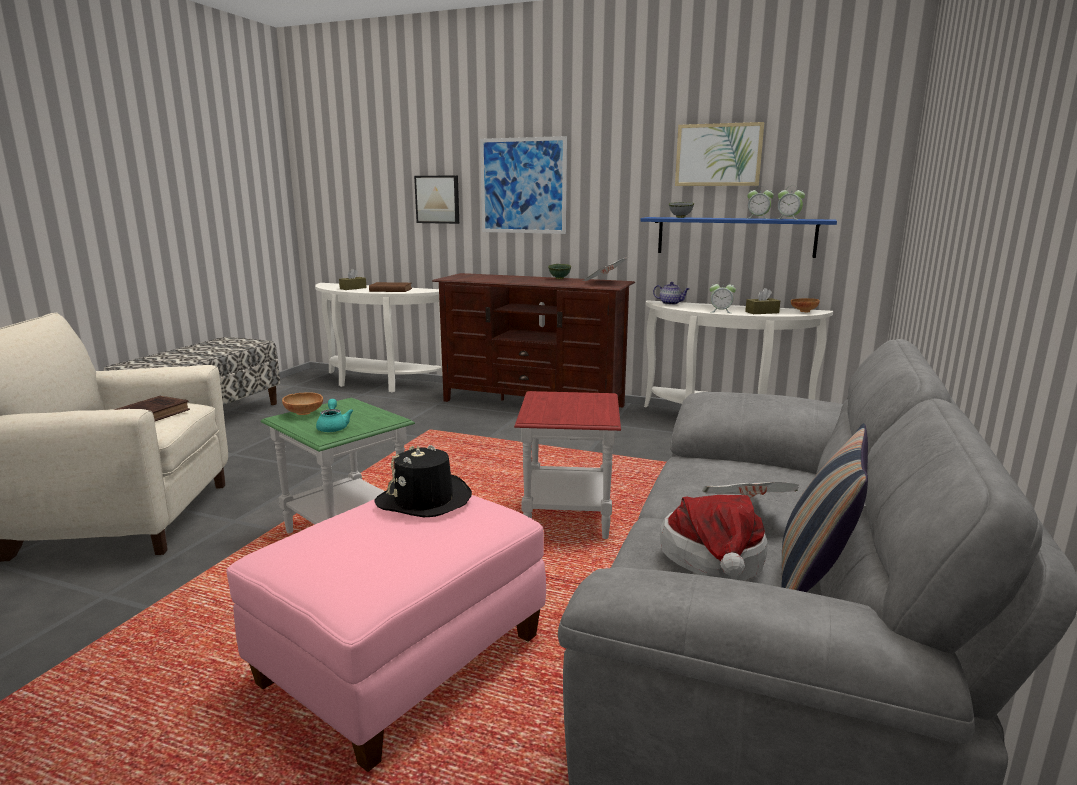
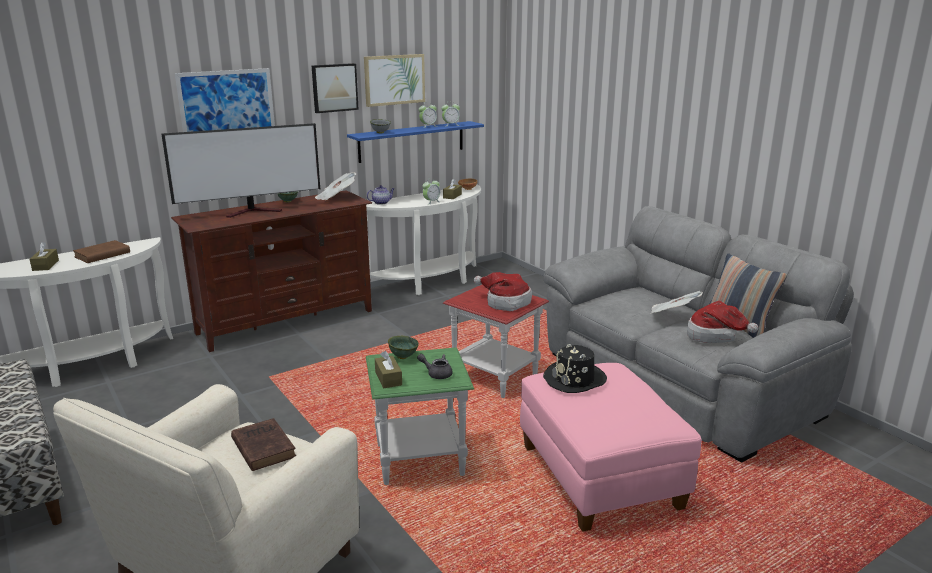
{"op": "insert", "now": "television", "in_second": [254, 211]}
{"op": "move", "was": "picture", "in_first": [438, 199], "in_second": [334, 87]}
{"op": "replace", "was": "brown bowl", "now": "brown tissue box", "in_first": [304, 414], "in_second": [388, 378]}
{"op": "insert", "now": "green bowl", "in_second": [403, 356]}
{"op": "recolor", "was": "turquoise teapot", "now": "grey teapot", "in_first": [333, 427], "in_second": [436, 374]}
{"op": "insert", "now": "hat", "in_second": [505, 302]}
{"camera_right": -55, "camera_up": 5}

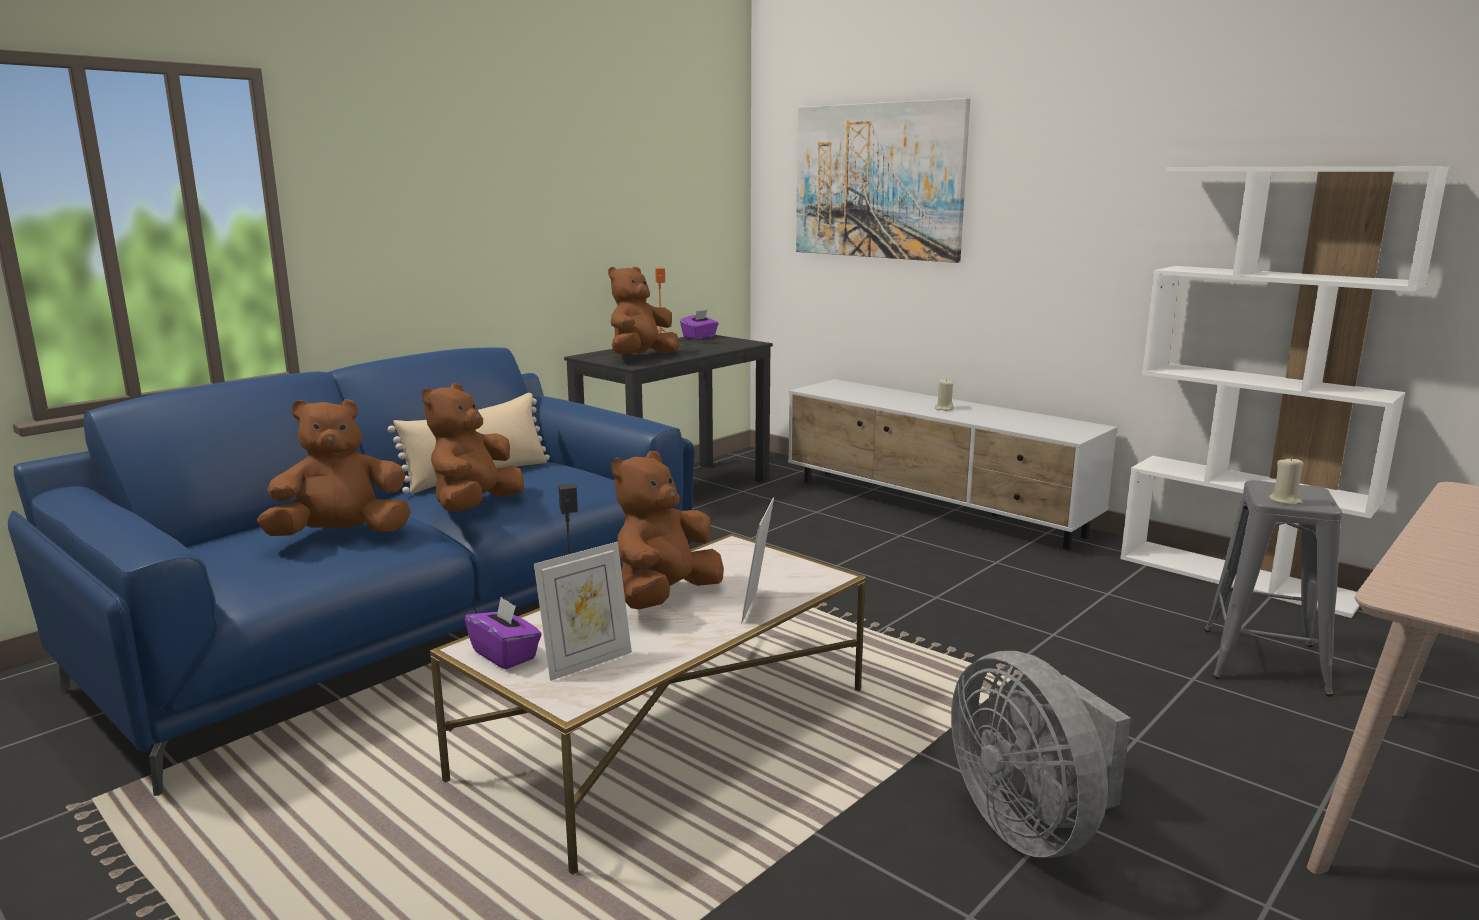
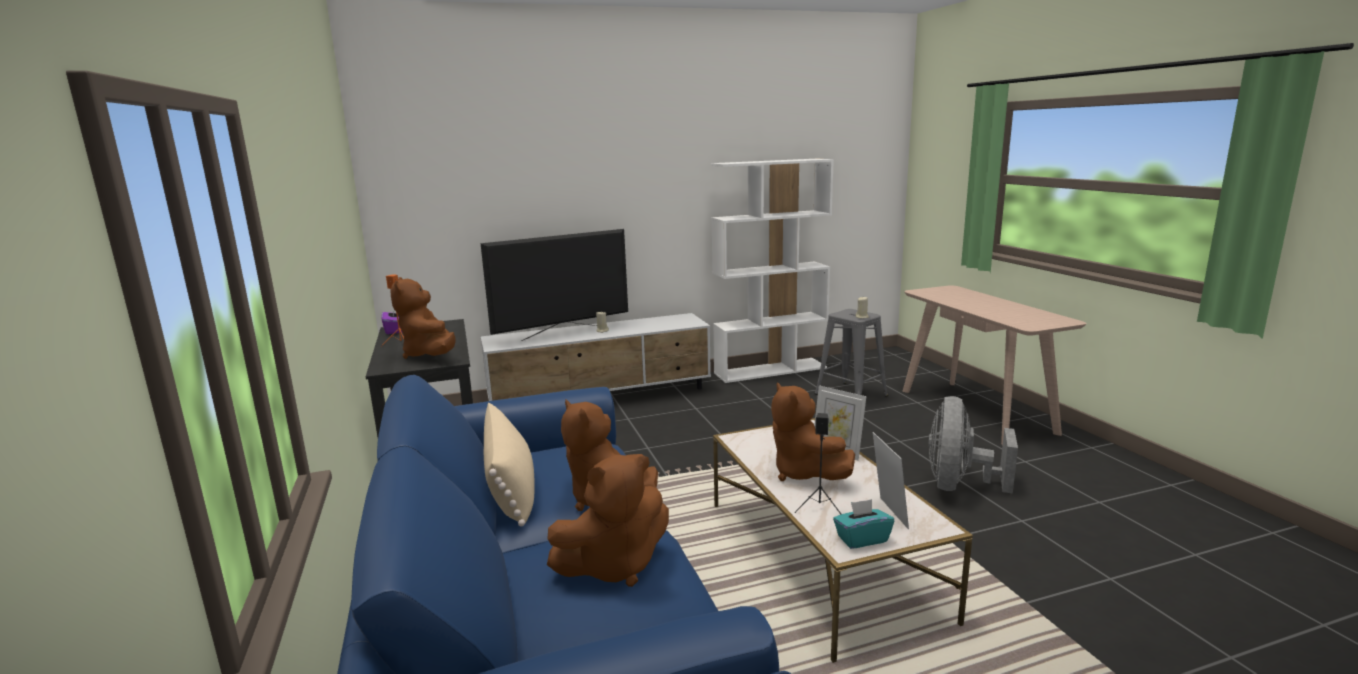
{"op": "insert", "now": "television", "in_second": [563, 333]}
{"op": "rotate", "was": "brown plush toy", "in_first": [341, 535], "in_second": [614, 566], "clockwise": -120}
{"op": "recolor", "was": "purple tissue box", "now": "turquoise tissue box", "in_first": [505, 655], "in_second": [862, 539]}
{"op": "rotate", "was": "grey fan", "in_first": [1031, 826], "in_second": [959, 485], "clockwise": 105}
{"op": "delete", "was": "picture", "in_first": [878, 181]}
{"camera_right": -60, "camera_up": 0}

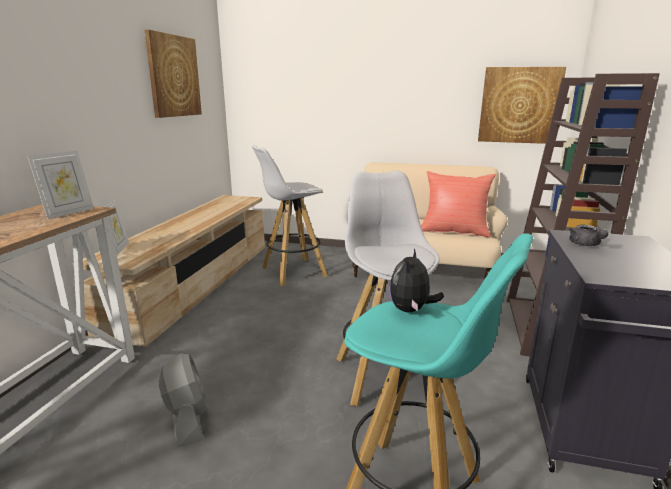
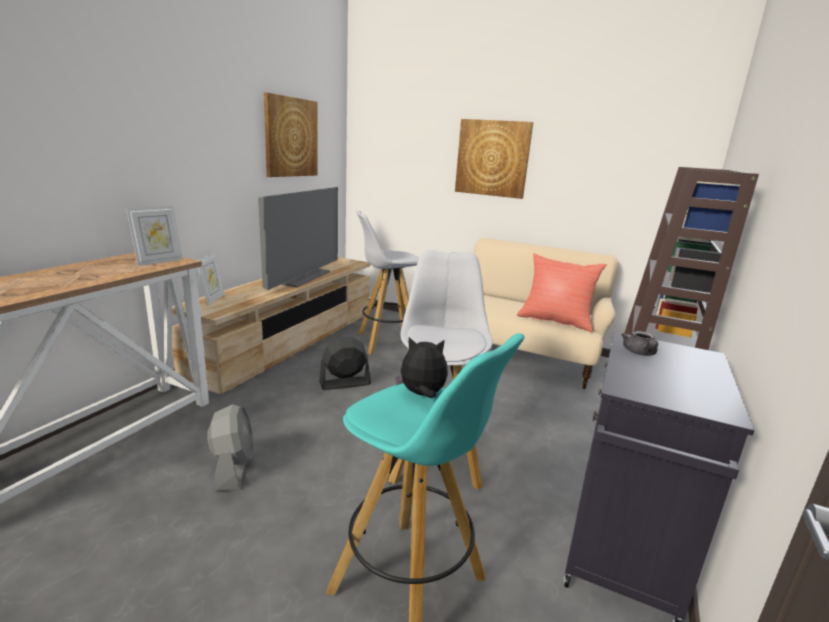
{"op": "insert", "now": "television", "in_second": [300, 276]}
{"op": "insert", "now": "black fan", "in_second": [345, 383]}
{"op": "rotate", "was": "plush toy", "in_first": [411, 310], "in_second": [422, 394], "clockwise": 60}
{"op": "move", "was": "picture", "in_first": [519, 105], "in_second": [492, 158]}
{"camera_right": 10, "camera_up": 0}

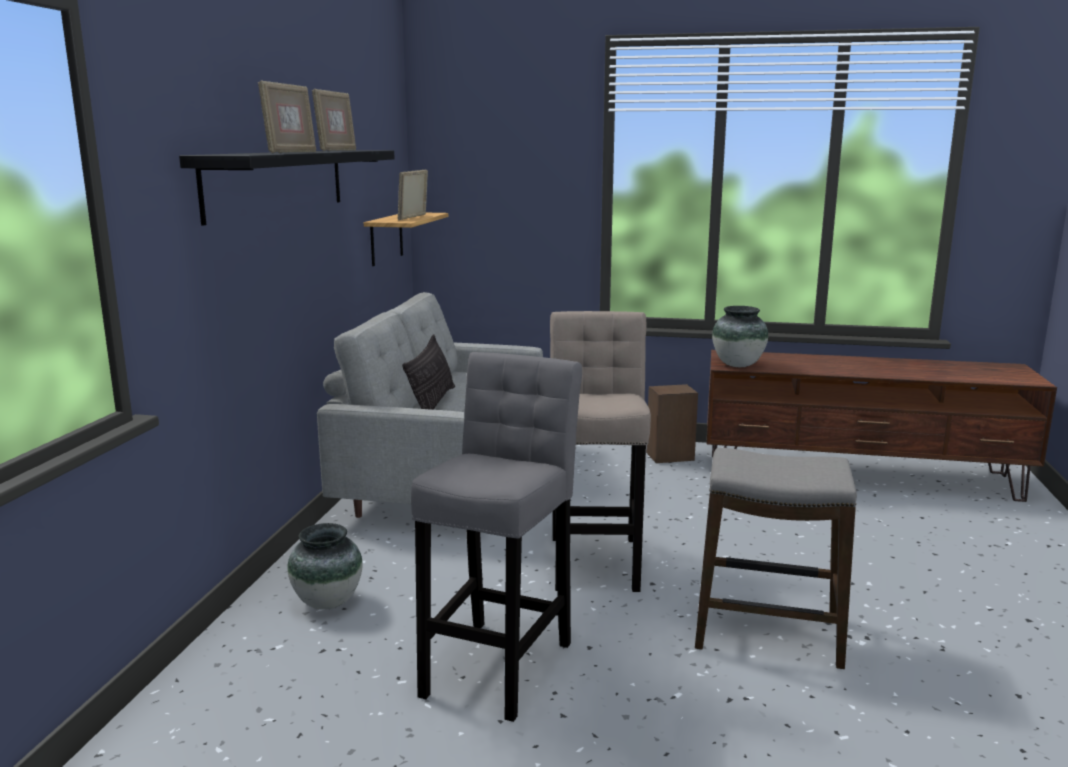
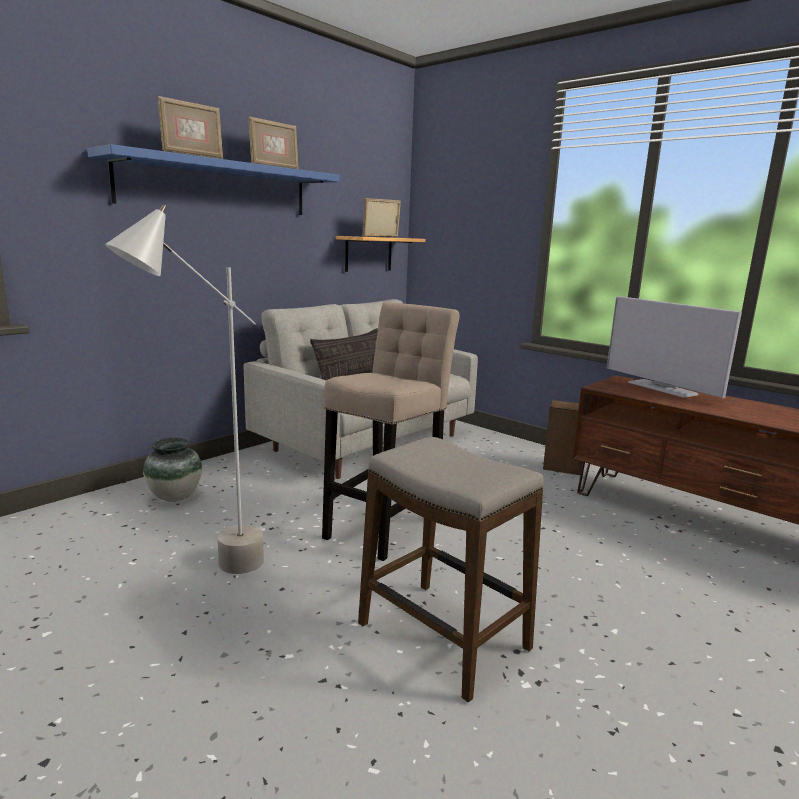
{"op": "recolor", "was": "black shelf", "now": "blue shelf", "in_first": [278, 182], "in_second": [217, 187]}
{"op": "replace", "was": "grey stool", "now": "grey floor lamp", "in_first": [500, 663], "in_second": [206, 575]}
{"op": "insert", "now": "television", "in_second": [662, 388]}
{"op": "delete", "was": "vase", "in_first": [738, 365]}
{"camera_right": 30, "camera_up": 0}

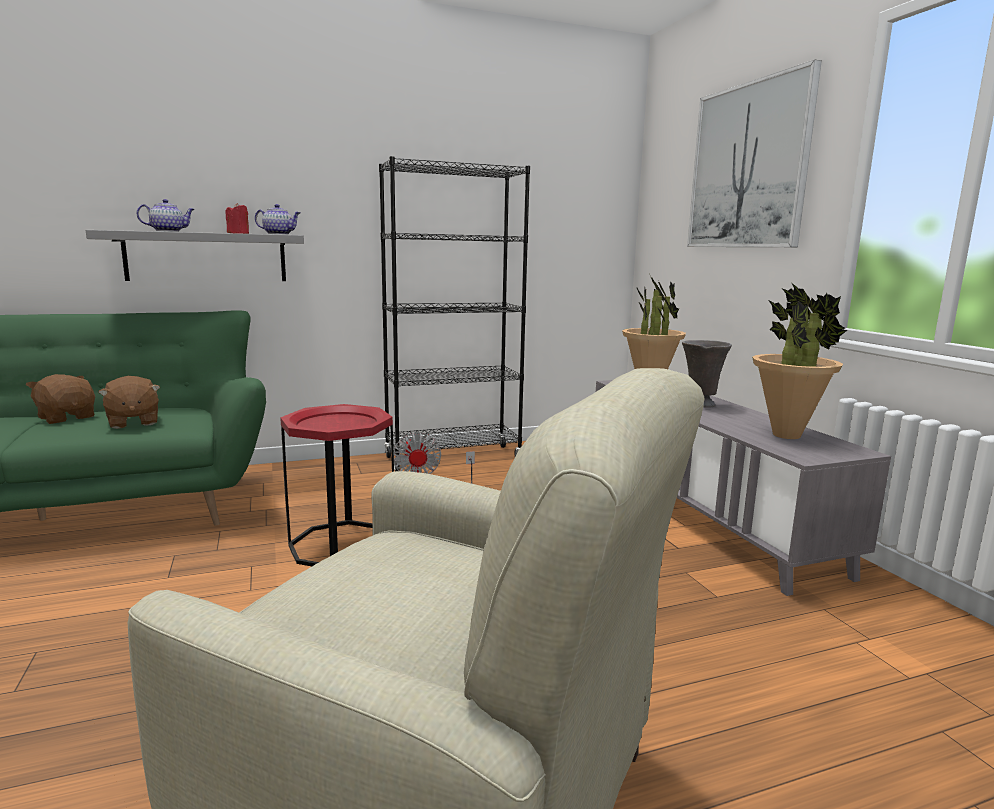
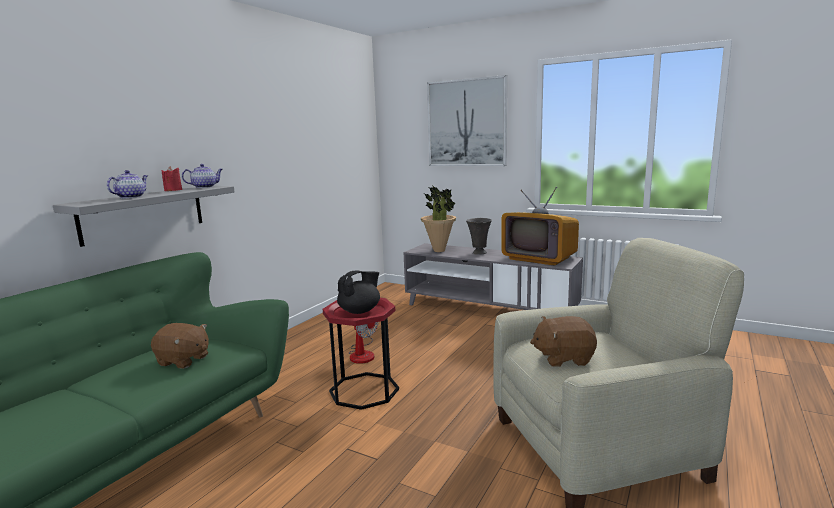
{"op": "insert", "now": "black teapot", "in_second": [360, 311]}
{"op": "replace", "was": "potted plant", "now": "television", "in_first": [787, 435], "in_second": [539, 258]}
{"op": "move", "was": "brown plush toy", "in_first": [67, 418], "in_second": [563, 358]}
{"op": "delete", "was": "black bookcase", "in_first": [453, 458]}
{"camera_right": -40, "camera_up": 0}

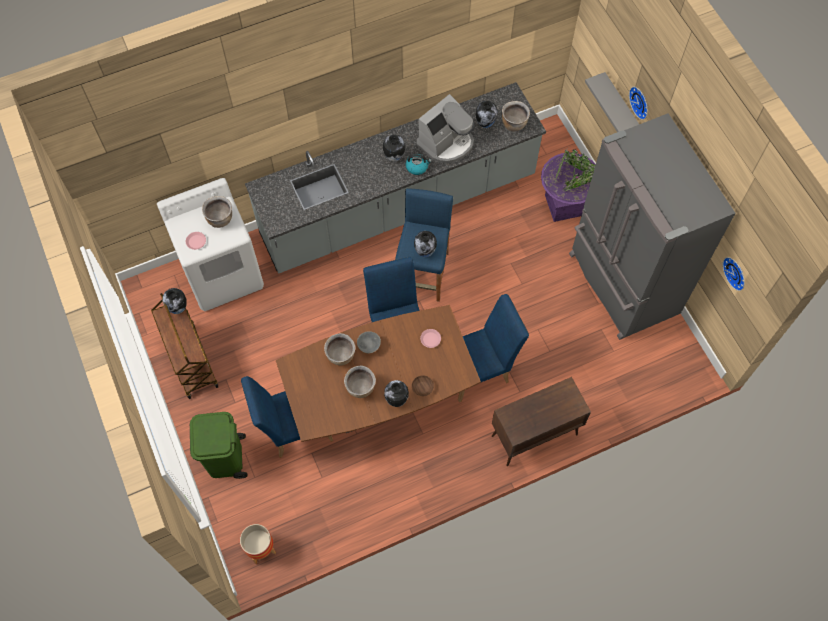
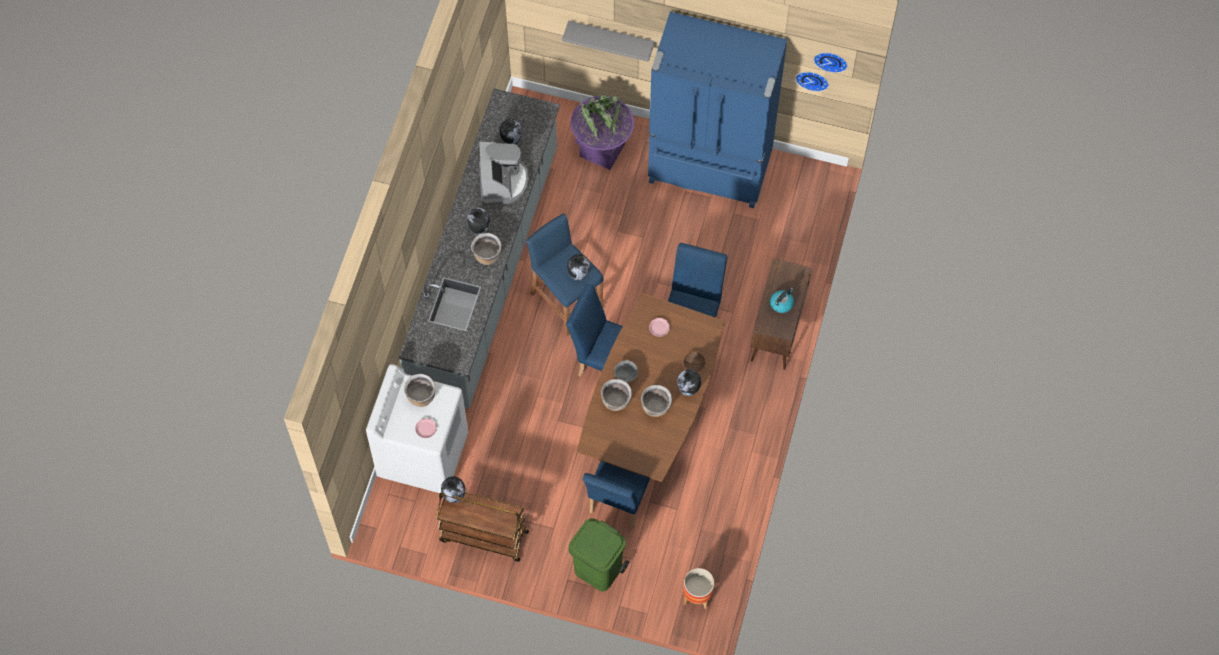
{"op": "move", "was": "brown cooking pot", "in_first": [513, 124], "in_second": [487, 256]}
{"op": "recolor", "was": "grey fridge", "now": "blue fridge", "in_first": [620, 285], "in_second": [709, 169]}
{"op": "move", "was": "kettle", "in_first": [417, 167], "in_second": [781, 303]}
{"op": "move", "was": "wall clock", "in_first": [640, 102], "in_second": [831, 60]}
{"camera_right": -50, "camera_up": 0}

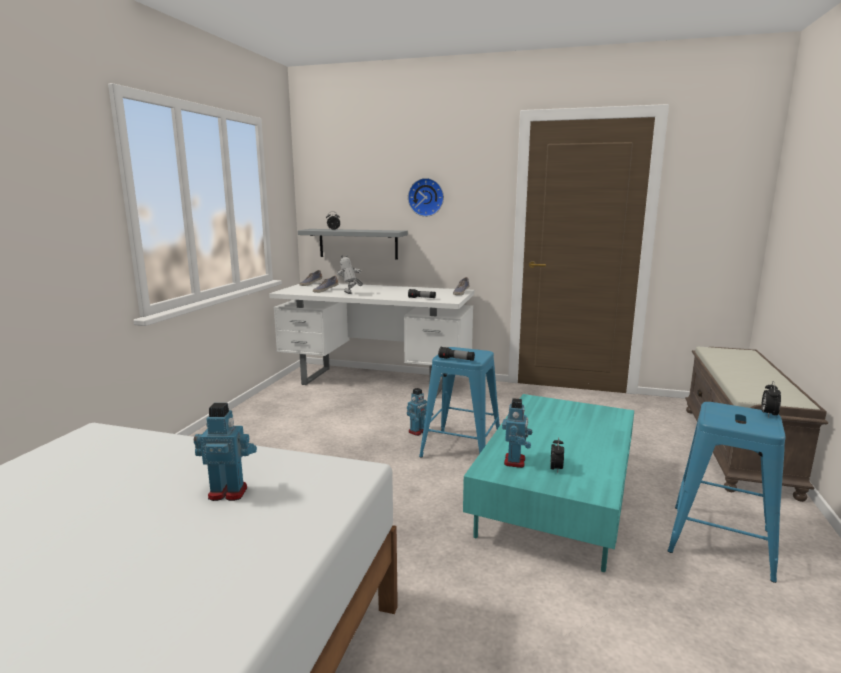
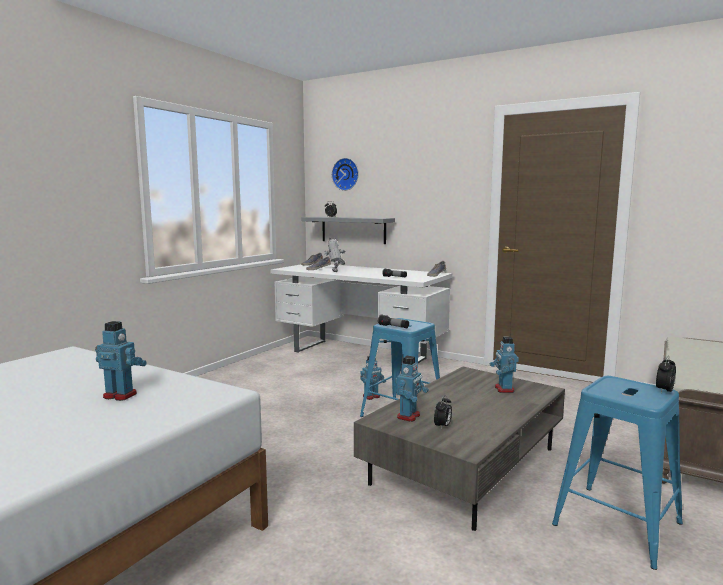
{"op": "move", "was": "wall clock", "in_first": [426, 197], "in_second": [346, 174]}
{"op": "recolor", "was": "turquoise coffee table", "now": "grey coffee table", "in_first": [554, 499], "in_second": [464, 464]}
{"op": "insert", "now": "toy robot", "in_second": [504, 389]}
{"camera_right": 15, "camera_up": -5}

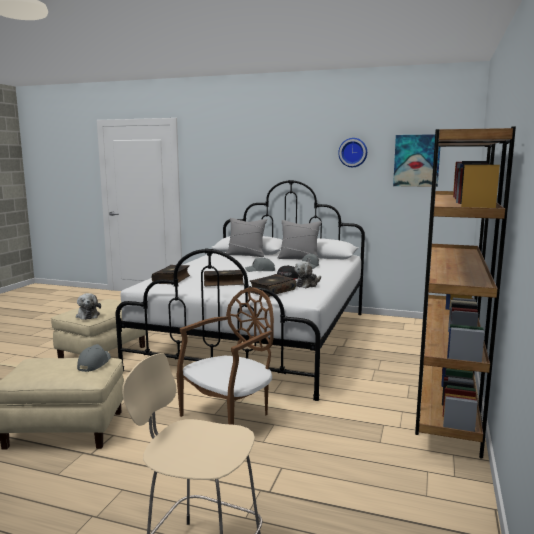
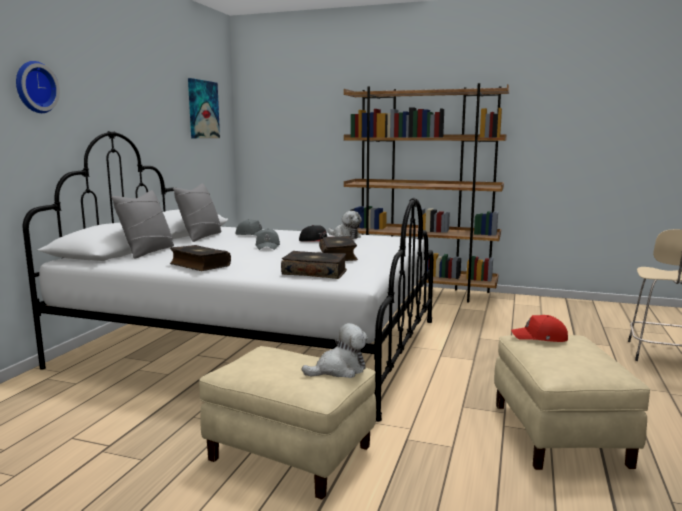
{"op": "move", "was": "wall clock", "in_first": [353, 152], "in_second": [34, 87]}
{"op": "move", "was": "book", "in_first": [272, 291], "in_second": [199, 265]}
{"op": "recolor", "was": "grey cap", "now": "red cap", "in_first": [94, 363], "in_second": [540, 337]}
{"op": "delete", "was": "brown chair", "in_first": [230, 417]}
{"camera_right": -90, "camera_up": 0}

